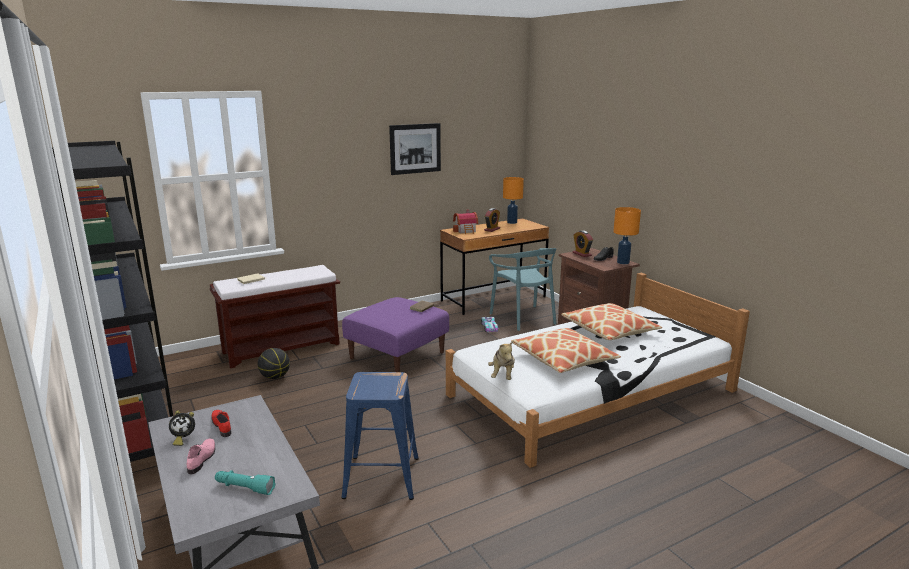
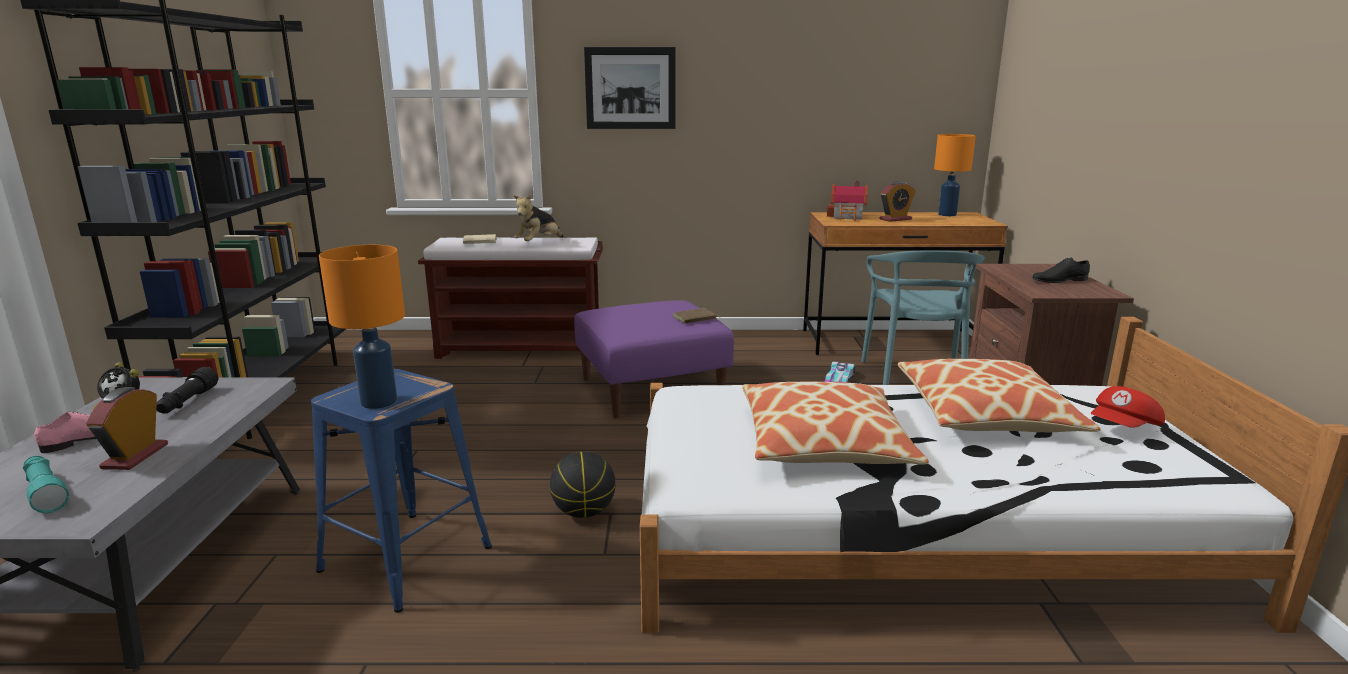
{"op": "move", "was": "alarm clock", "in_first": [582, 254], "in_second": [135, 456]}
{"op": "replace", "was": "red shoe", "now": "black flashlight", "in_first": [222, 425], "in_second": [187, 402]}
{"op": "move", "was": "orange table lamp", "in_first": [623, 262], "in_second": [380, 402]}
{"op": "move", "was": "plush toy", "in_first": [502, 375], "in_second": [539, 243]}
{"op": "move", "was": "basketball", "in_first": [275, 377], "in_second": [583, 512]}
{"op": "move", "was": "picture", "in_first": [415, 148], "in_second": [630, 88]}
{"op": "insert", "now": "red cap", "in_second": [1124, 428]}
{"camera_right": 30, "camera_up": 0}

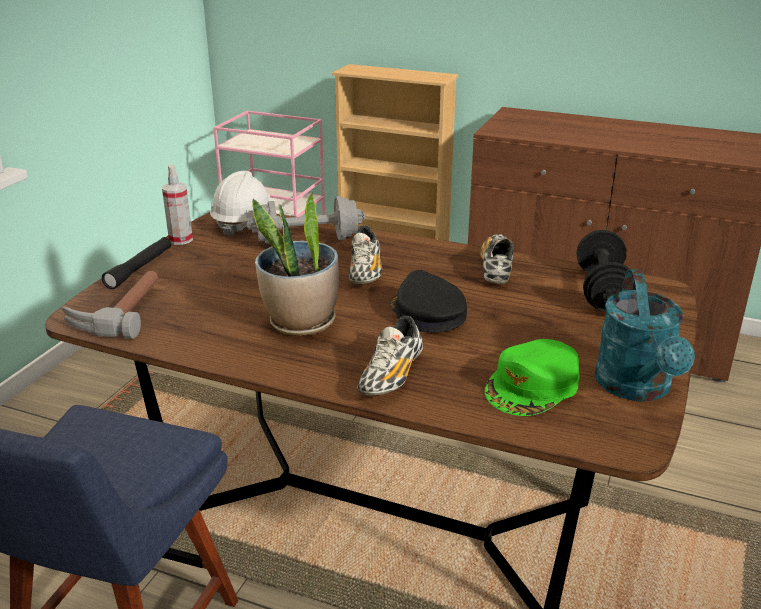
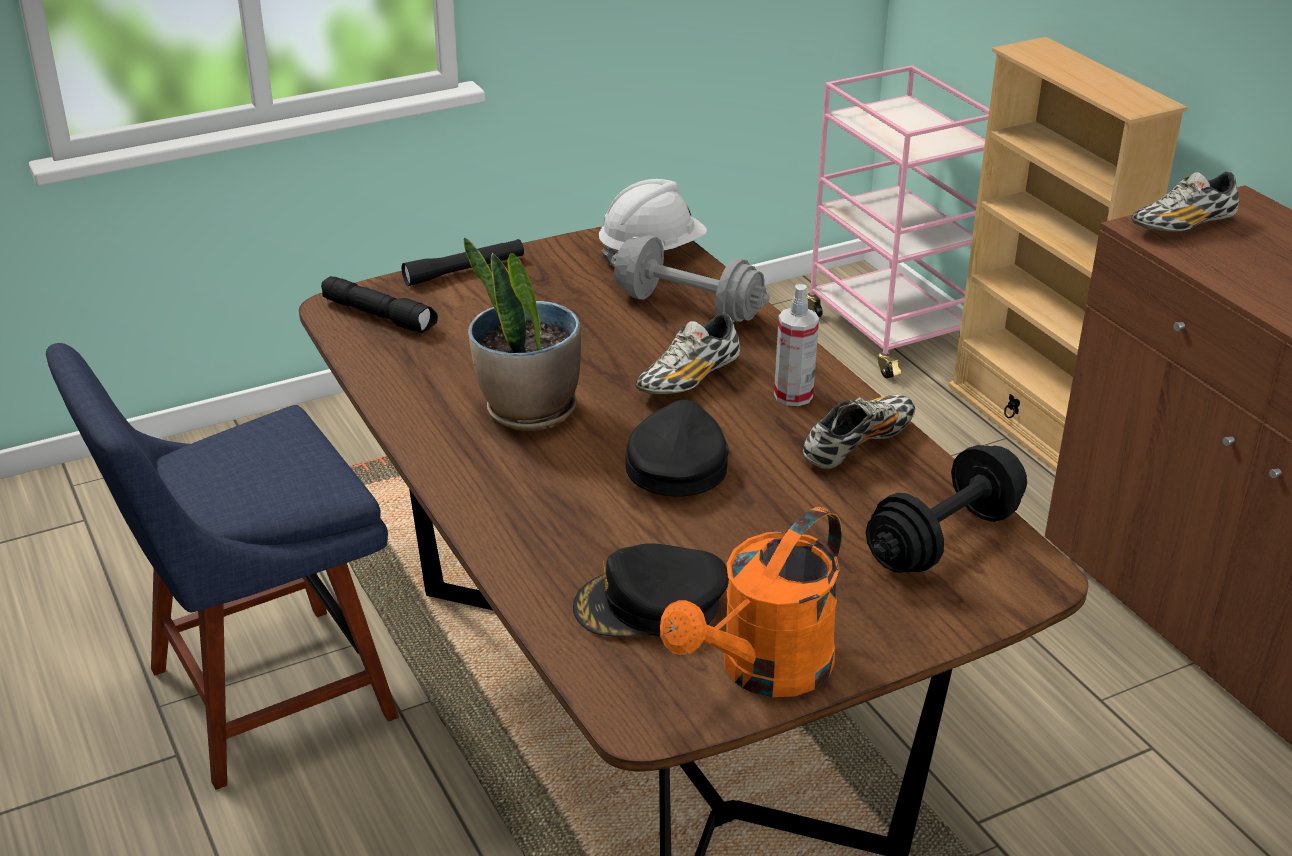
{"op": "replace", "was": "hammer", "now": "black flashlight", "in_first": [118, 311], "in_second": [380, 316]}
{"op": "recolor", "was": "green cap", "now": "black cap", "in_first": [533, 386], "in_second": [650, 605]}
{"op": "recolor", "was": "turquoise watering can", "now": "orange watering can", "in_first": [637, 388], "in_second": [763, 672]}
{"op": "move", "was": "spray bottle", "in_first": [180, 239], "in_second": [793, 395]}
{"op": "move", "was": "shoe", "in_first": [391, 376], "in_second": [1182, 226]}
{"camera_right": 40, "camera_up": 5}

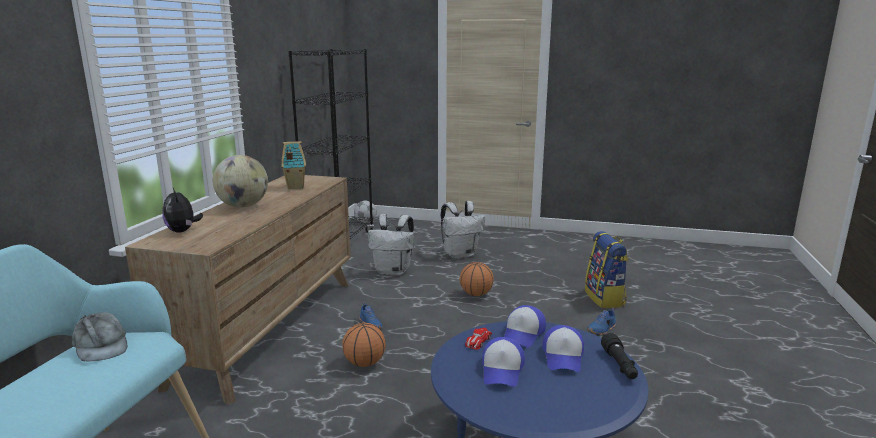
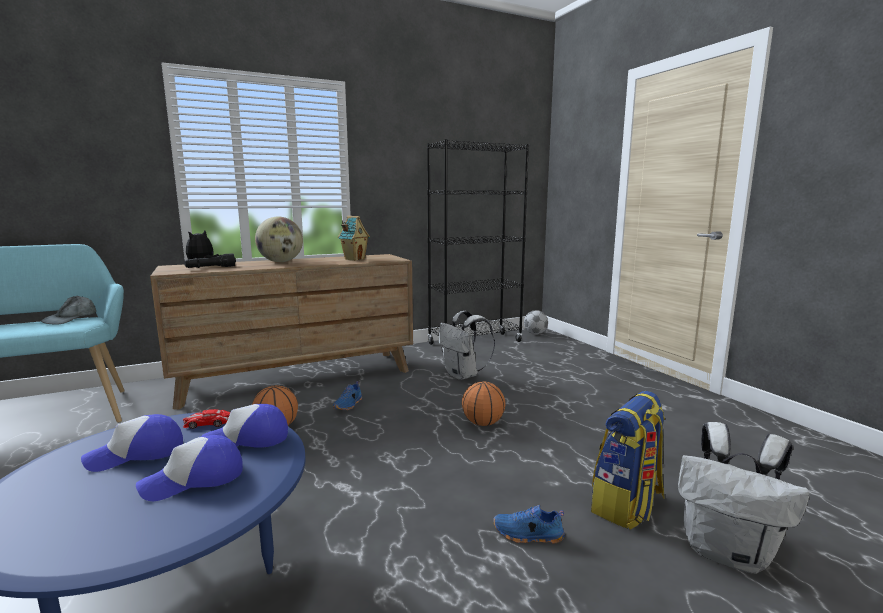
{"op": "move", "was": "black flashlight", "in_first": [619, 365], "in_second": [210, 268]}
{"op": "move", "was": "white backpack", "in_first": [460, 254], "in_second": [728, 552]}
{"camera_right": 50, "camera_up": -5}

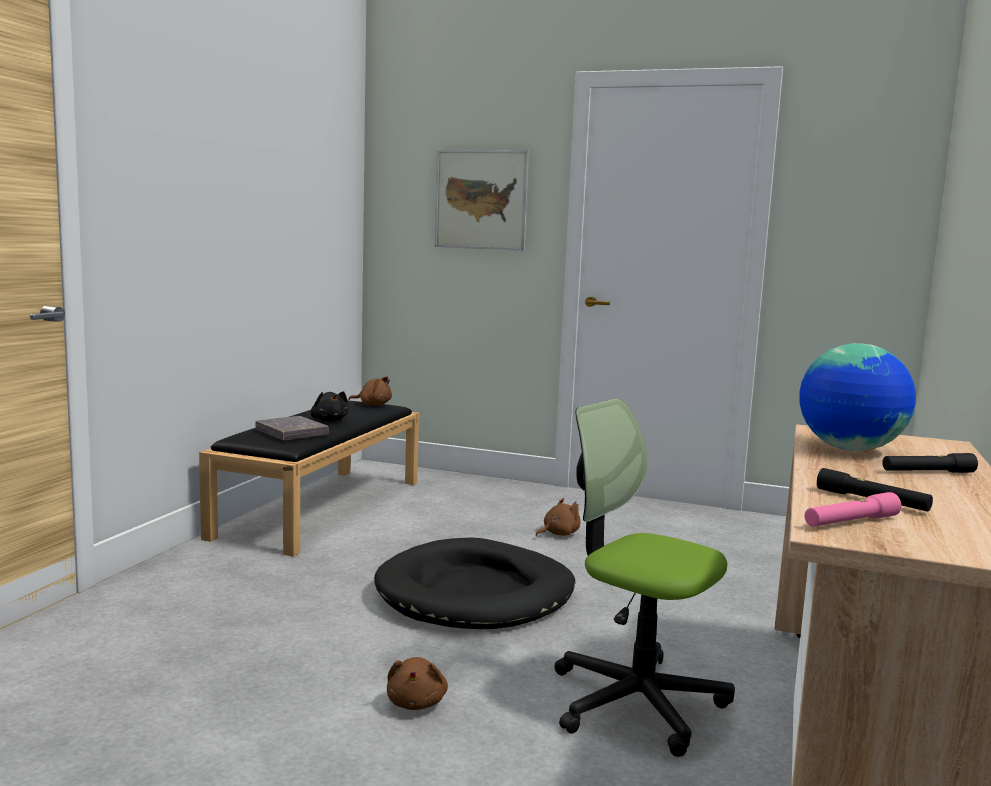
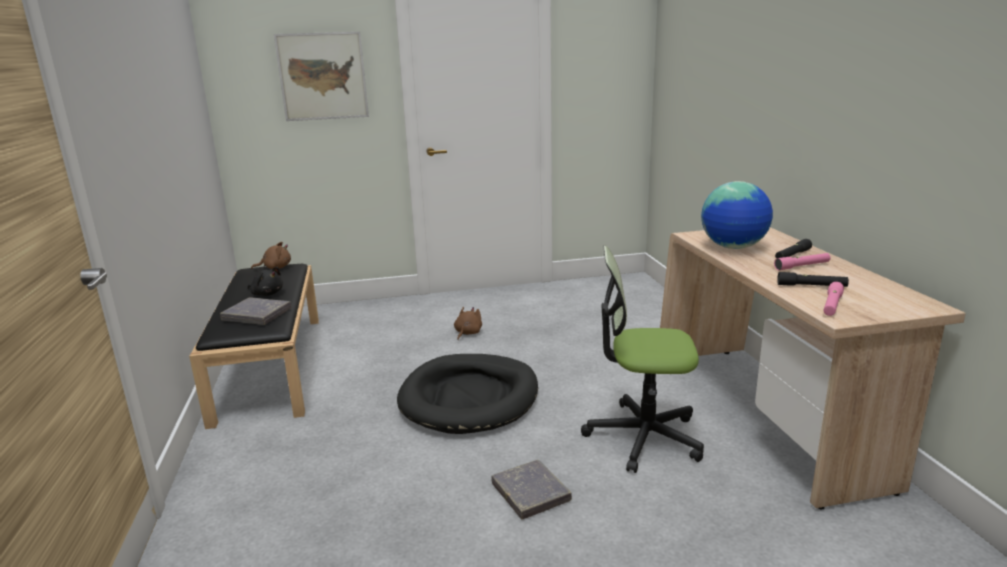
{"op": "replace", "was": "brown plush toy", "now": "grey book", "in_first": [416, 702], "in_second": [530, 493]}
{"op": "insert", "now": "pink flashlight", "in_second": [802, 266]}
{"camera_right": -30, "camera_up": 10}

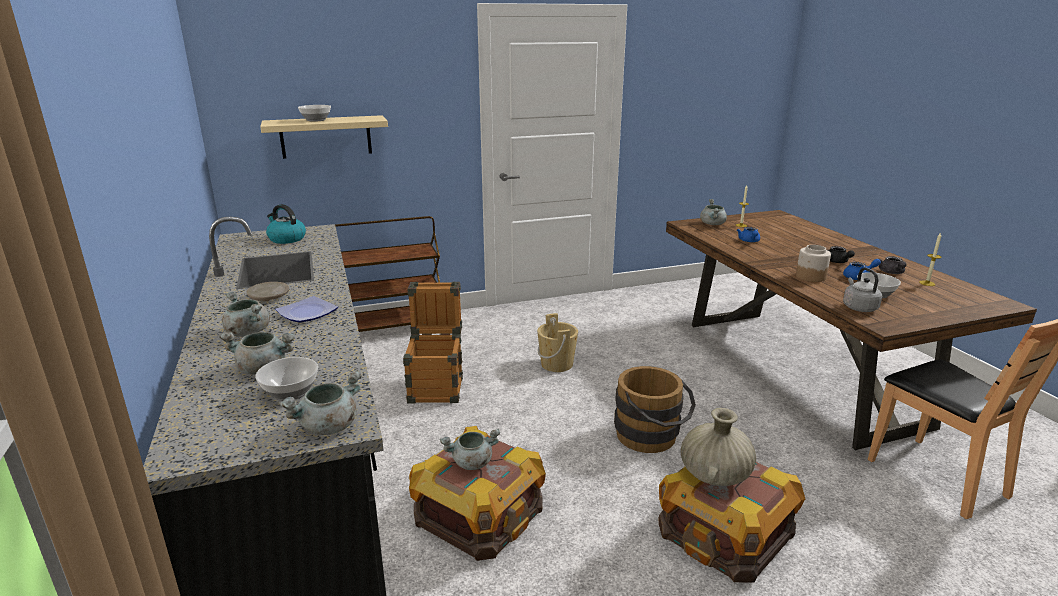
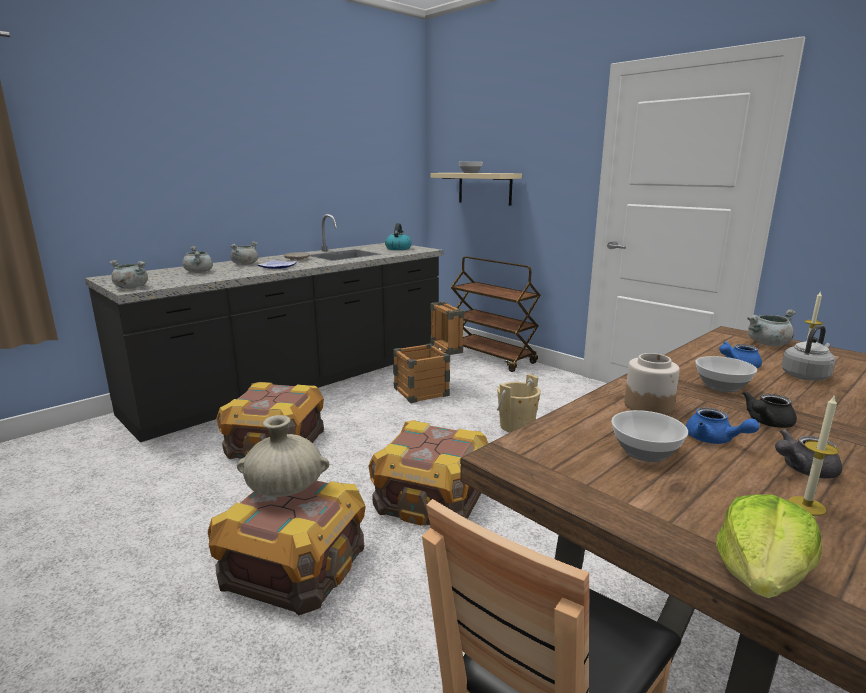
{"op": "replace", "was": "brown bucket", "now": "crate", "in_first": [651, 437], "in_second": [430, 497]}
{"op": "move", "was": "bowl", "in_first": [290, 393], "in_second": [721, 387]}
{"op": "insert", "now": "lettuce", "in_second": [762, 575]}
{"op": "move", "was": "grey kettle", "in_first": [858, 307], "in_second": [806, 376]}
{"op": "delete", "was": "grey cooking pot", "in_first": [471, 463]}
{"camera_right": 65, "camera_up": -5}

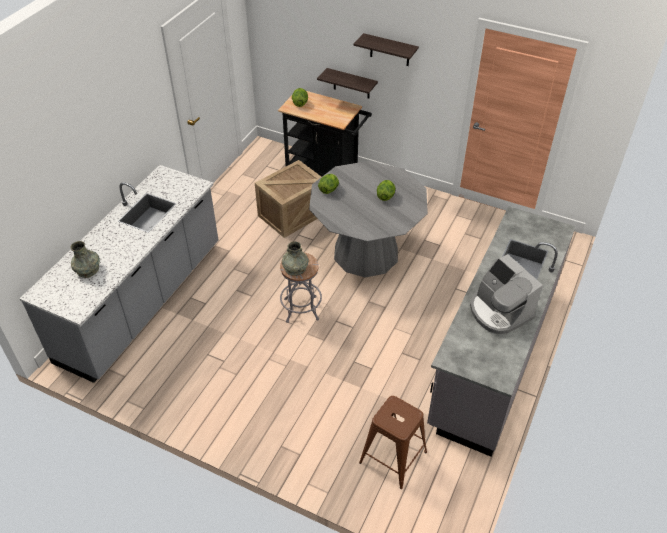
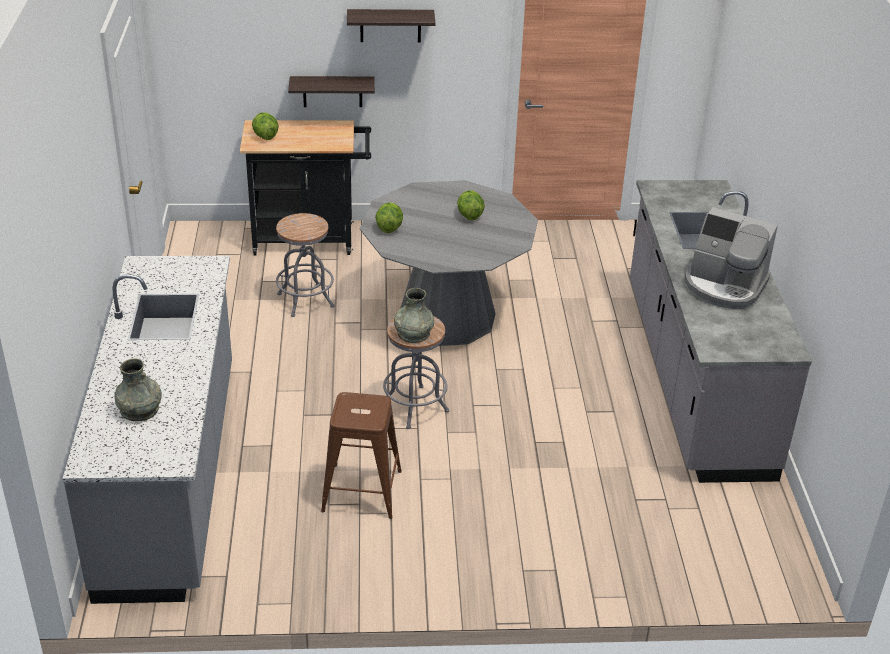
{"op": "replace", "was": "crate", "now": "grey stool", "in_first": [292, 213], "in_second": [305, 300]}
{"op": "move", "was": "brown stool", "in_first": [393, 457], "in_second": [362, 490]}
{"camera_right": -30, "camera_up": -10}

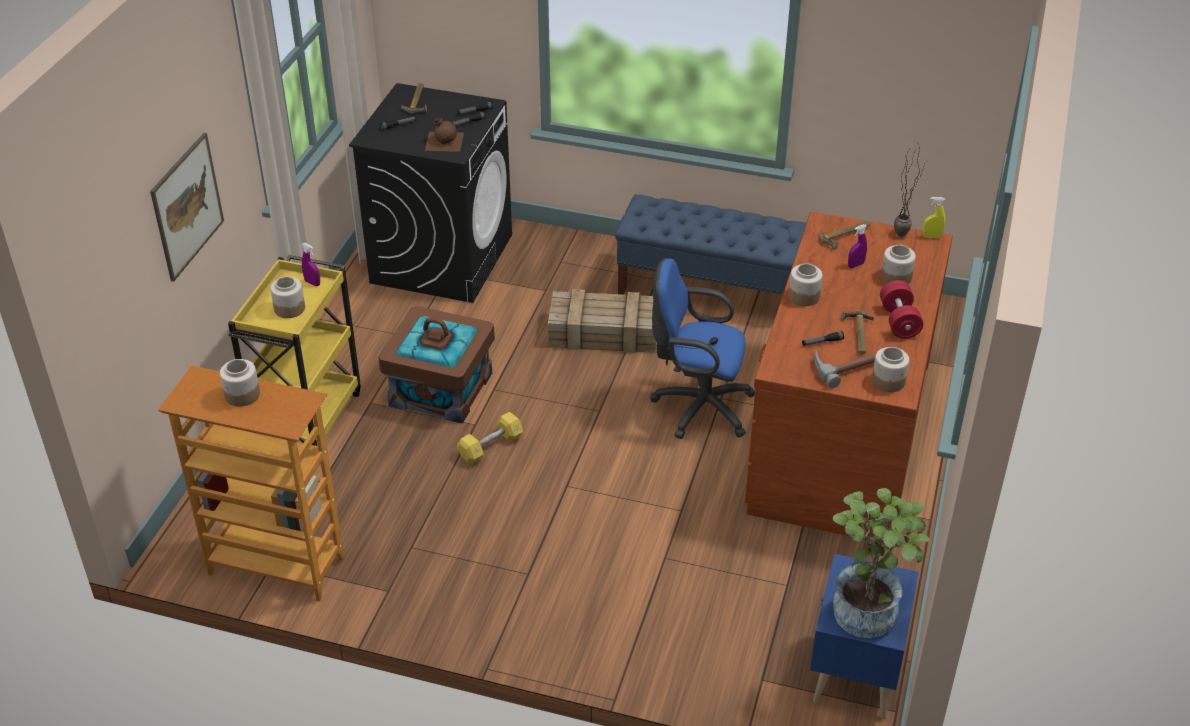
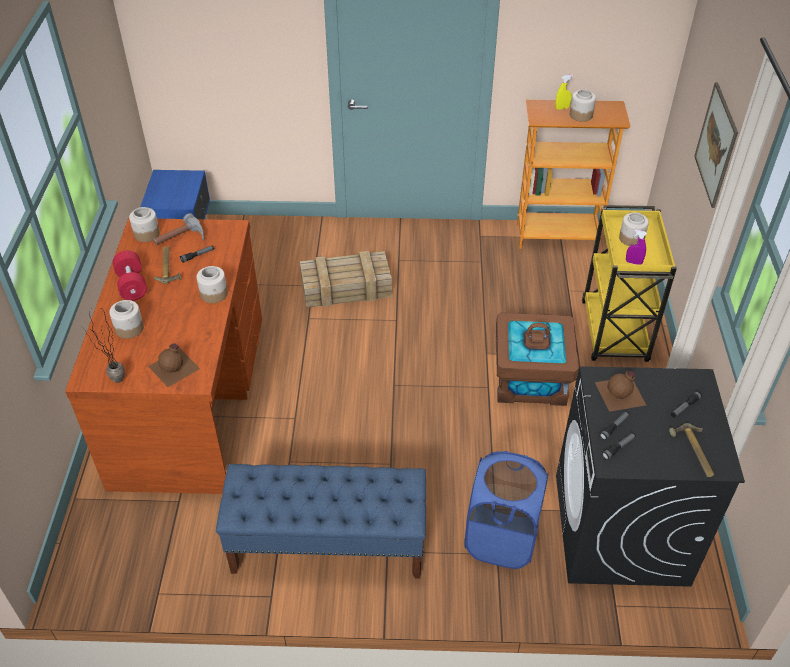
{"op": "replace", "was": "hammer", "now": "brown bottle", "in_first": [845, 236], "in_second": [175, 367]}
{"op": "move", "was": "crate", "in_first": [601, 333], "in_second": [347, 287]}
{"op": "insert", "now": "blue laundry basket", "in_second": [501, 539]}
{"op": "move", "was": "yellow spray bottle", "in_first": [931, 236], "in_second": [562, 108]}
{"op": "delete", "was": "yellow dumbbell", "in_first": [490, 446]}
{"op": "delete", "was": "blue office chair", "in_first": [697, 407]}
{"op": "delete", "was": "potted plant", "in_first": [868, 607]}
{"op": "delete", "was": "purple spray bottle", "in_first": [855, 265]}
{"camera_right": 165, "camera_up": 5}

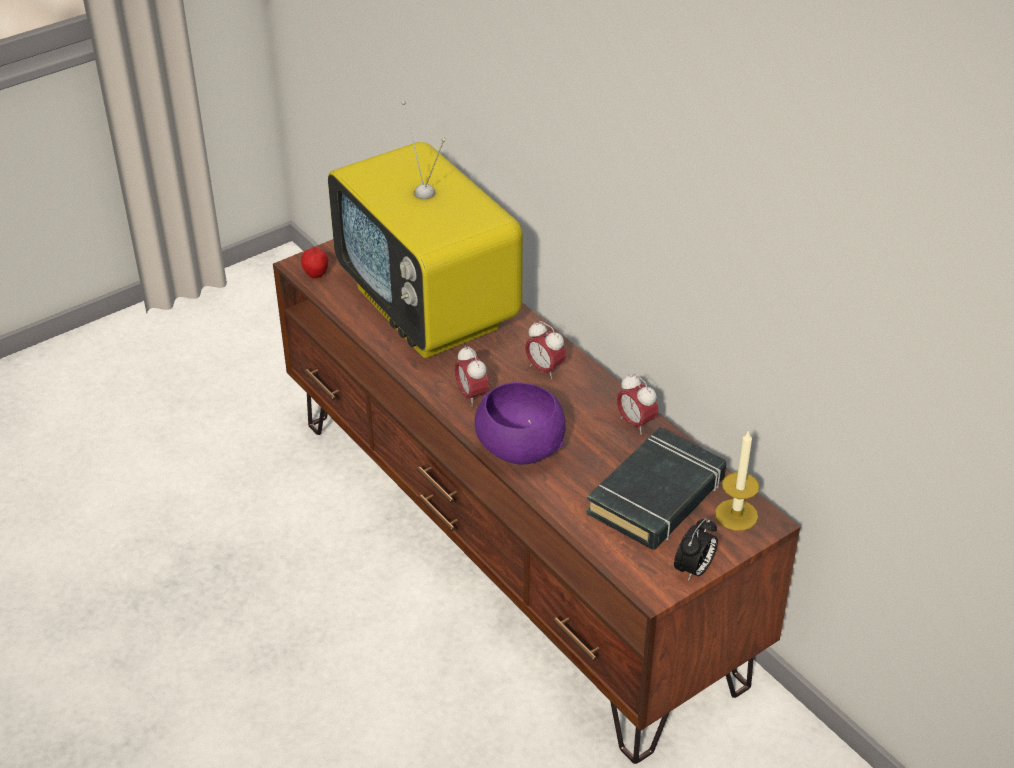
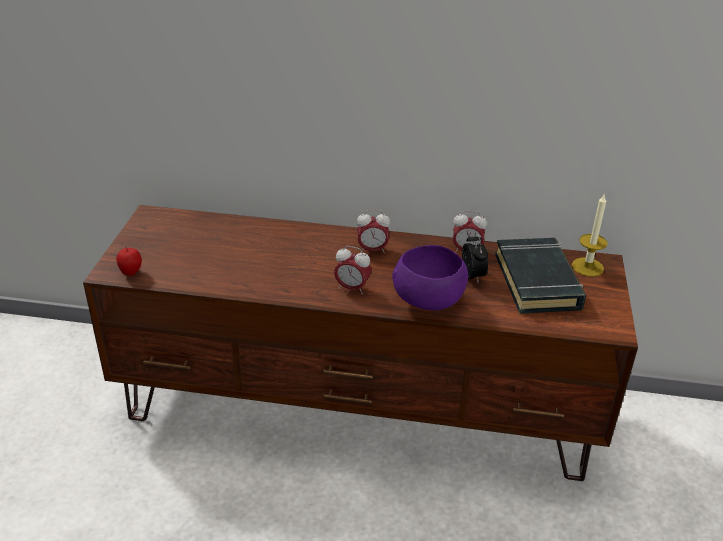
{"op": "move", "was": "alarm clock", "in_first": [694, 570], "in_second": [473, 276]}
{"op": "delete", "was": "television", "in_first": [430, 310]}
{"camera_right": -45, "camera_up": -5}

